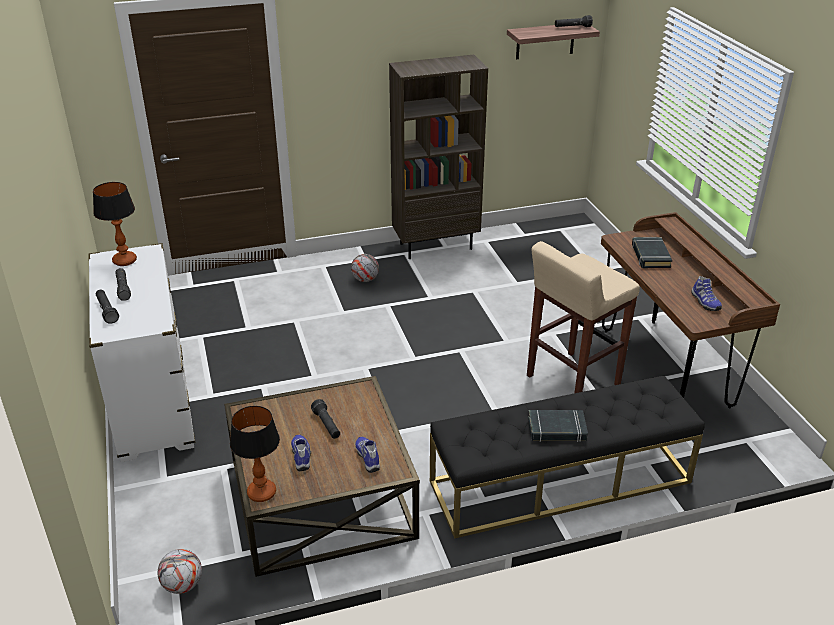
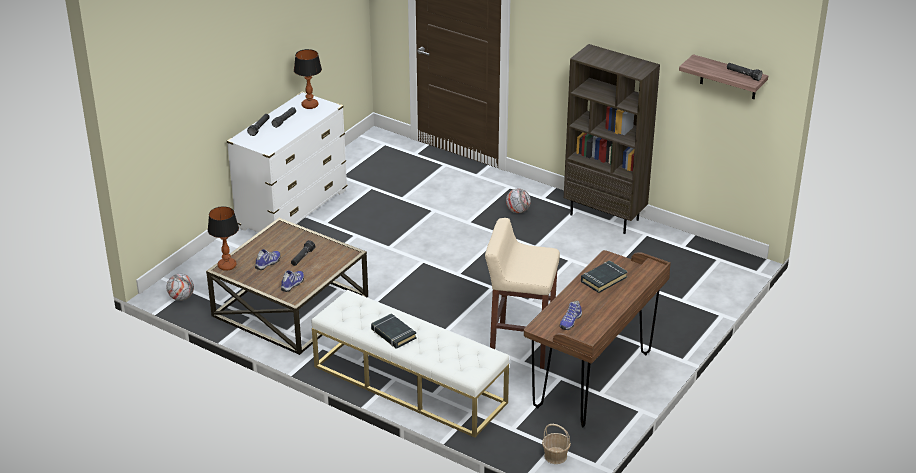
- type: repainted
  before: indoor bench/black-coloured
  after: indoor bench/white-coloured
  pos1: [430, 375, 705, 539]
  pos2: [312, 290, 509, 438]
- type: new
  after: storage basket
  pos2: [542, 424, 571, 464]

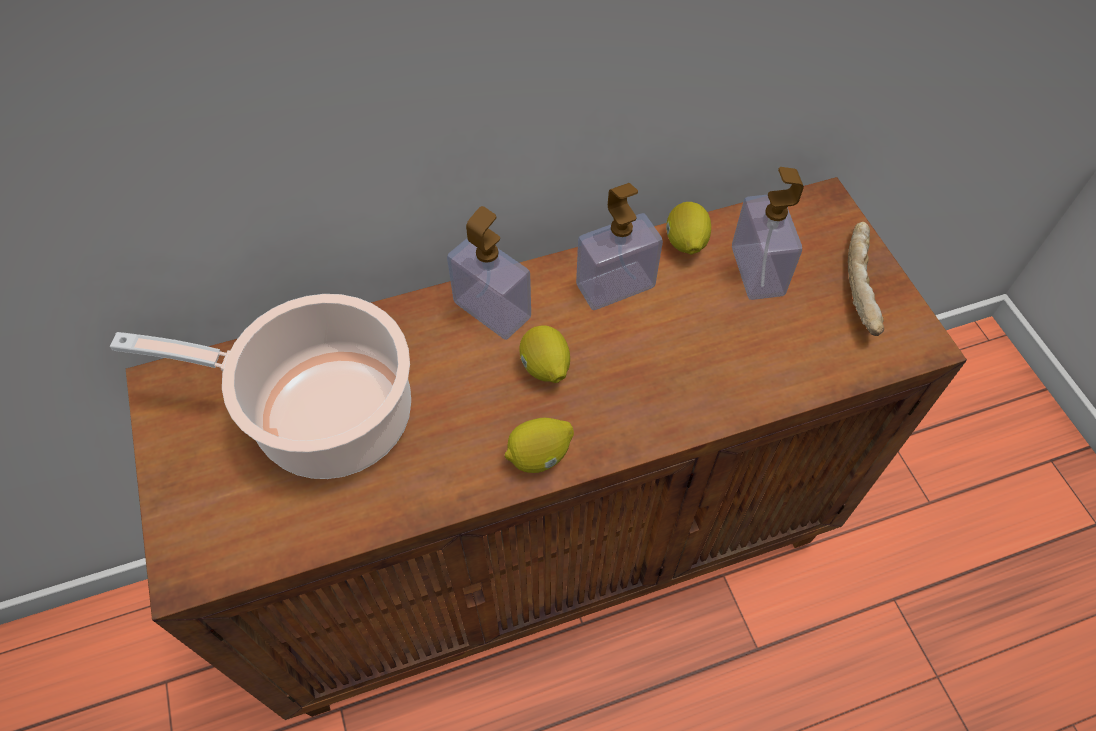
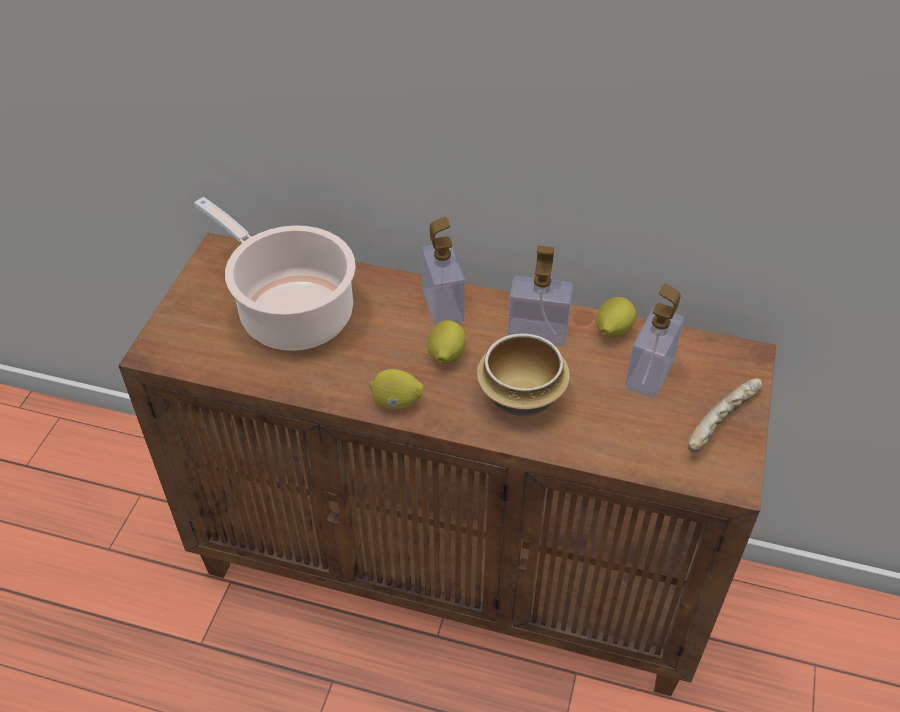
- type: new
  after: bowl
  pos2: [477, 334, 570, 417]

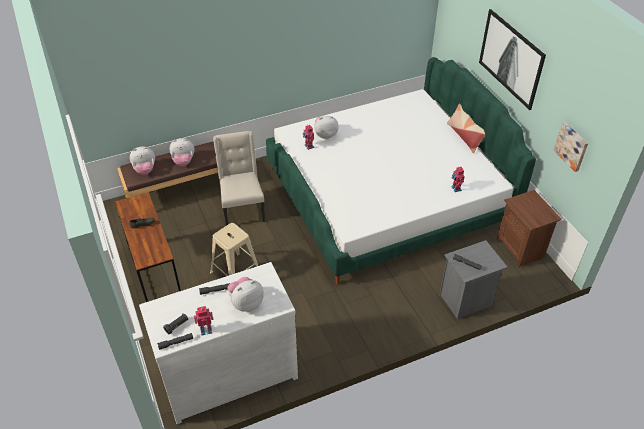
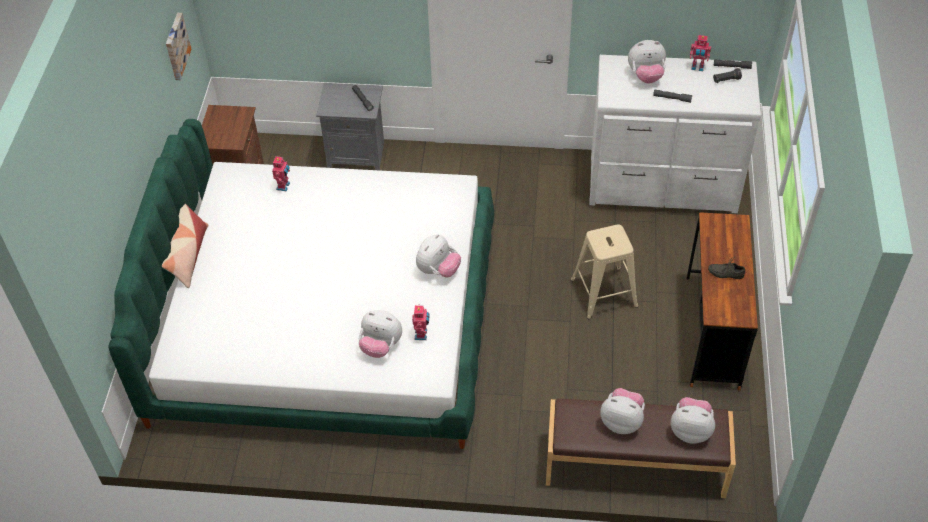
- type: gone
  before: plain chair/beige-coloured
  pos1: [213, 131, 265, 226]
- type: gone
  before: picture
  pos1: [479, 9, 546, 110]
- type: new
  after: plush toy
  pos2: [416, 234, 461, 277]

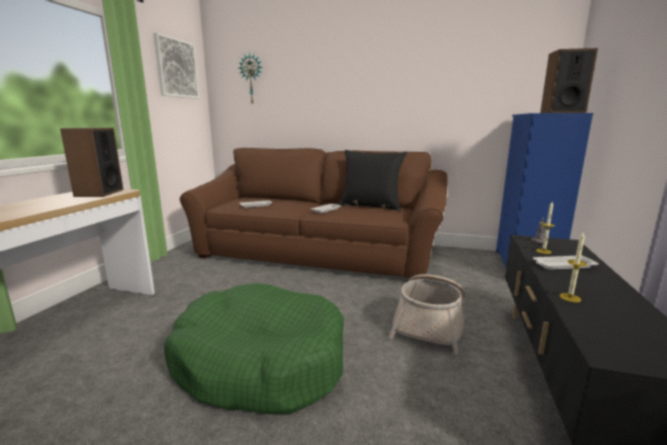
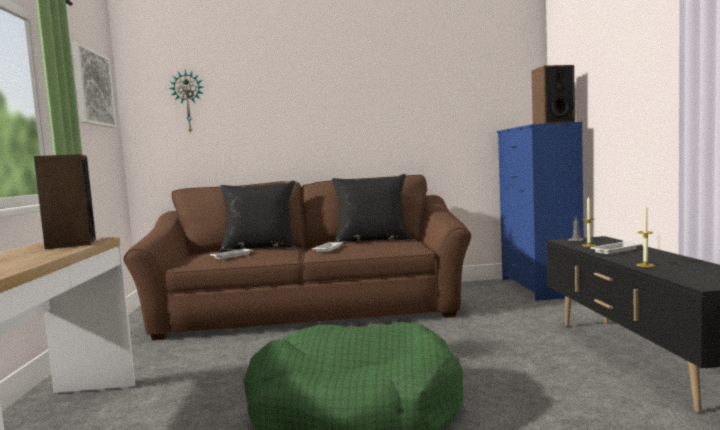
- type: gone
  before: storage basket
  pos1: [388, 274, 466, 355]
- type: new
  after: throw pillow/black-coloured
  pos2: [219, 181, 296, 252]

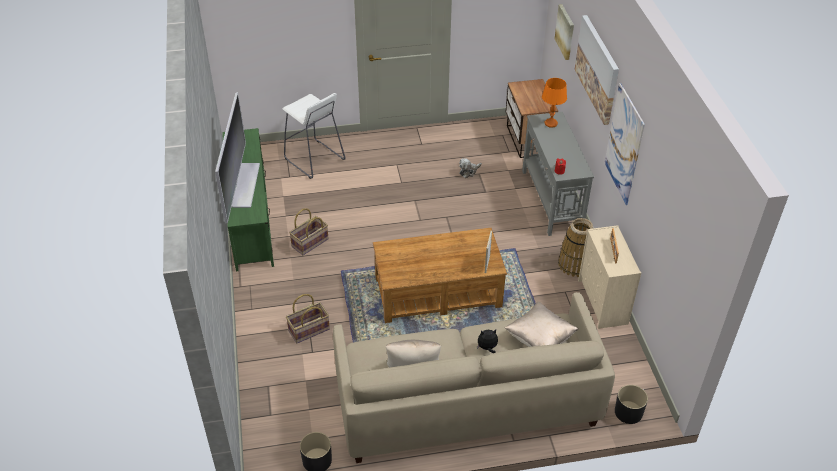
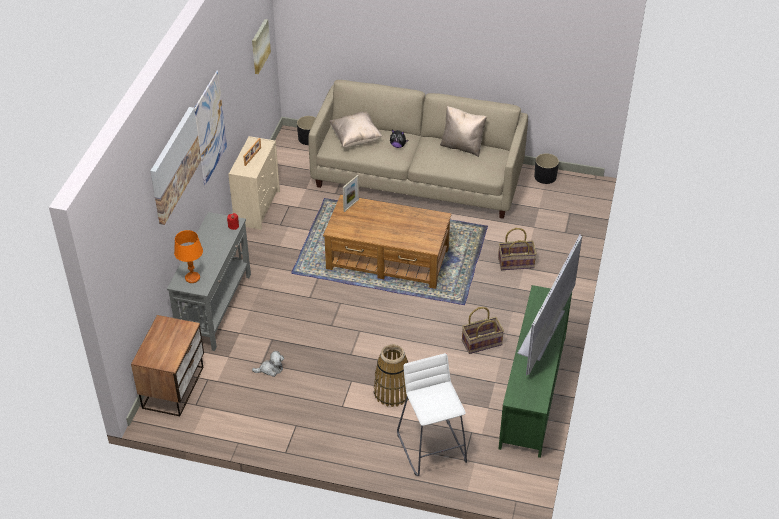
- type: shifted
  before: picture
  pos1: [555, 4, 574, 60]
  pos2: [252, 19, 271, 74]
- type: shifted
  before: storage basket
  pos1: [558, 218, 593, 277]
  pos2: [374, 344, 409, 407]

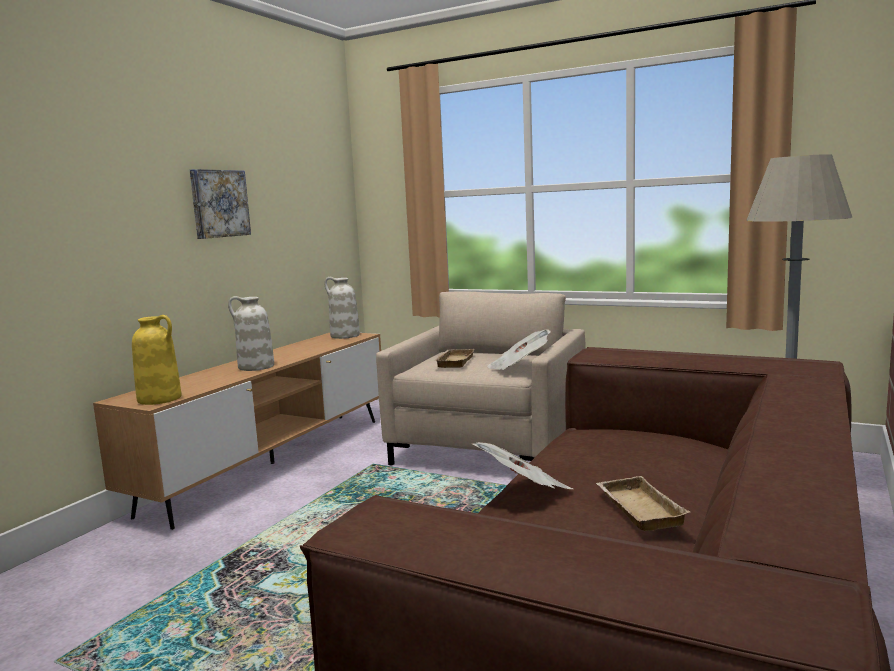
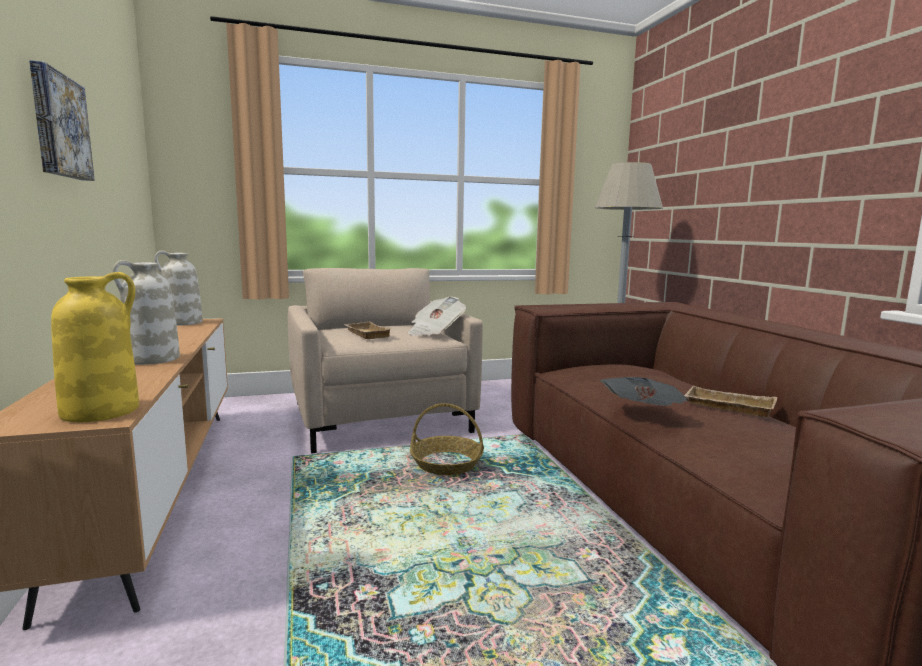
- type: new
  after: storage basket
  pos2: [410, 403, 484, 475]

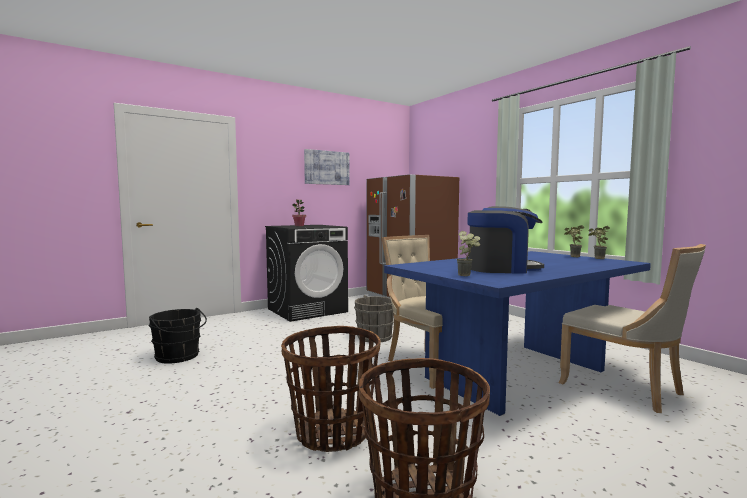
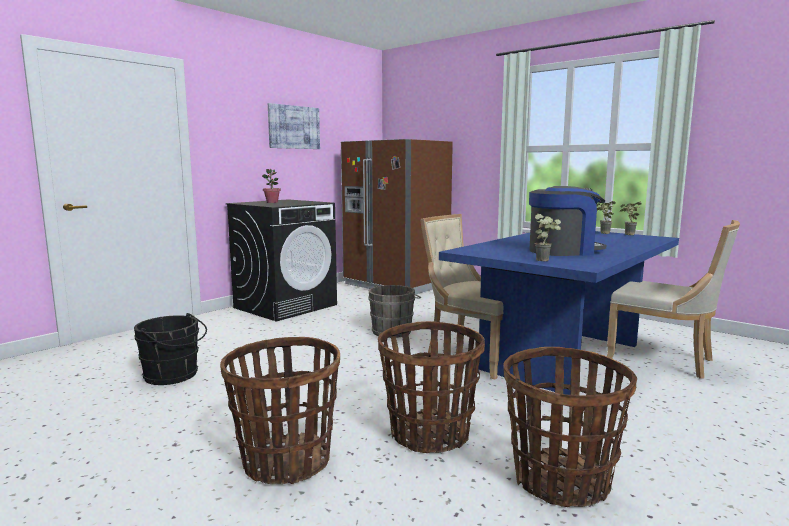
- type: new
  after: storage basket
  pos2: [220, 337, 340, 484]

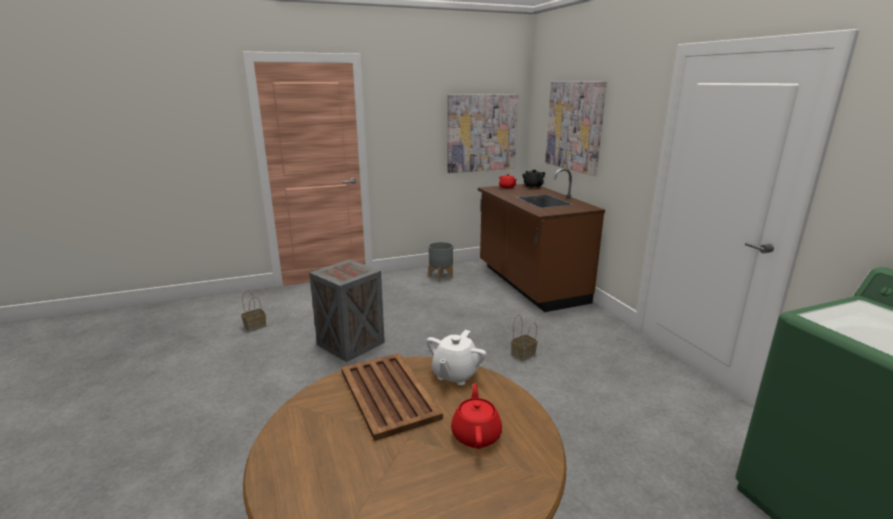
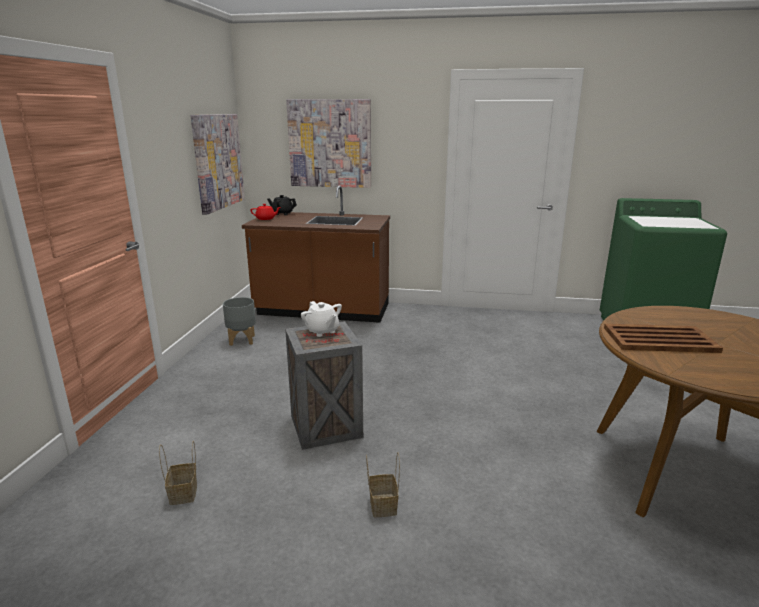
- type: shifted
  before: pot for tea/white-coloured
  pos1: [427, 330, 486, 385]
  pos2: [301, 301, 342, 337]
- type: gone
  before: pot for tea/red
  pos1: [451, 383, 502, 449]
- type: shifted
  before: storage basket
  pos1: [511, 315, 538, 361]
  pos2: [366, 452, 400, 517]

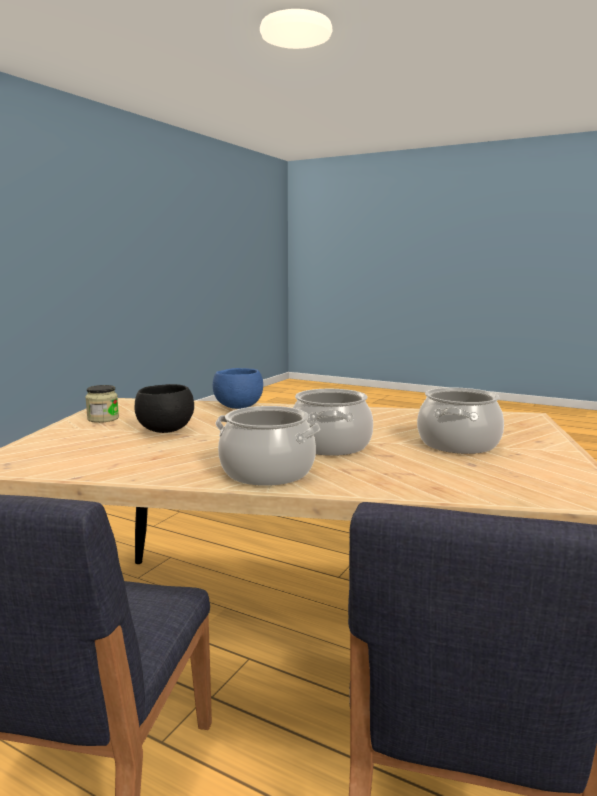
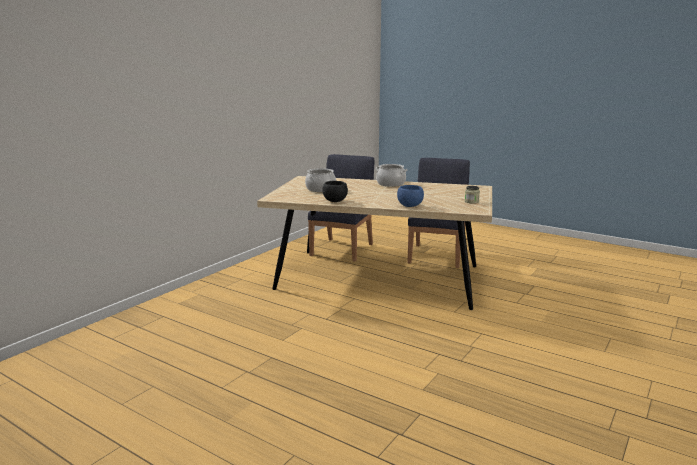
- type: shifted
  before: bowl/black-coloured
  pos1: [135, 384, 194, 433]
  pos2: [322, 181, 348, 202]
- type: gone
  before: stockpot
  pos1: [293, 389, 373, 456]

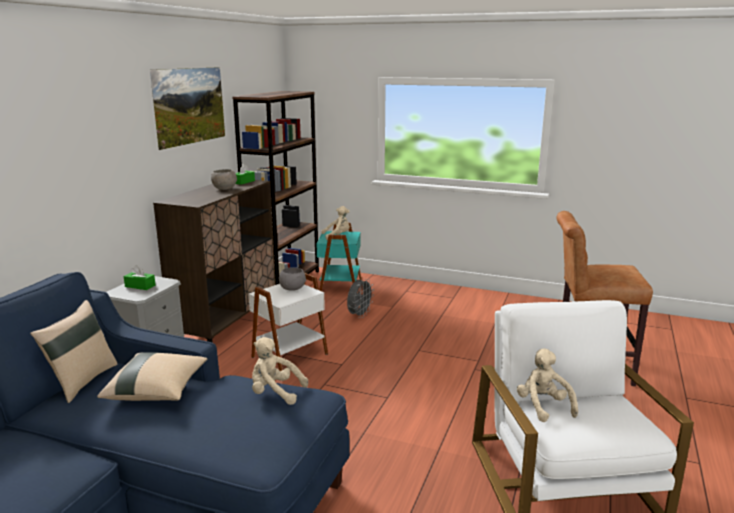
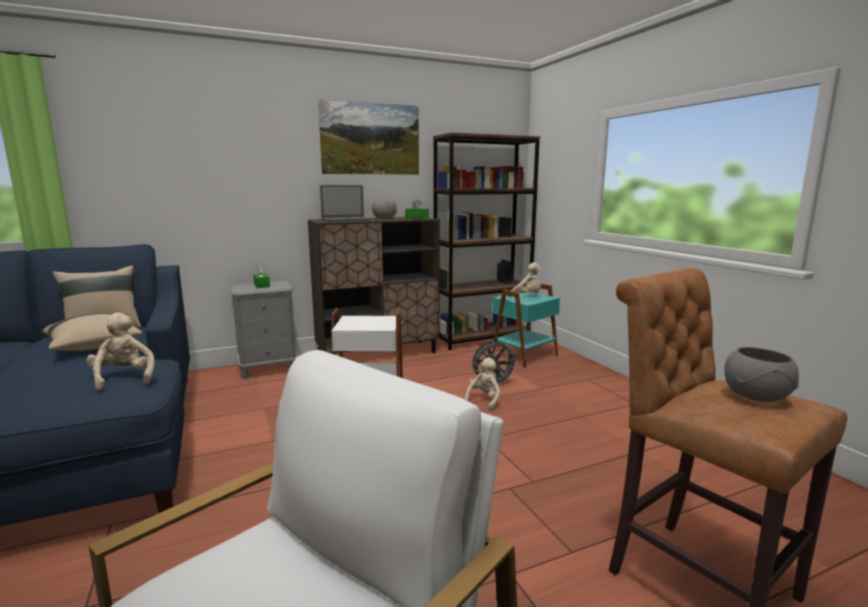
- type: shifted
  before: bowl/greyish
  pos1: [279, 267, 306, 291]
  pos2: [724, 347, 799, 402]
- type: shifted
  before: plush toy/beige-coloured
  pos1: [517, 348, 578, 422]
  pos2: [464, 357, 501, 411]
- type: new
  after: laptop
  pos2: [320, 185, 371, 222]

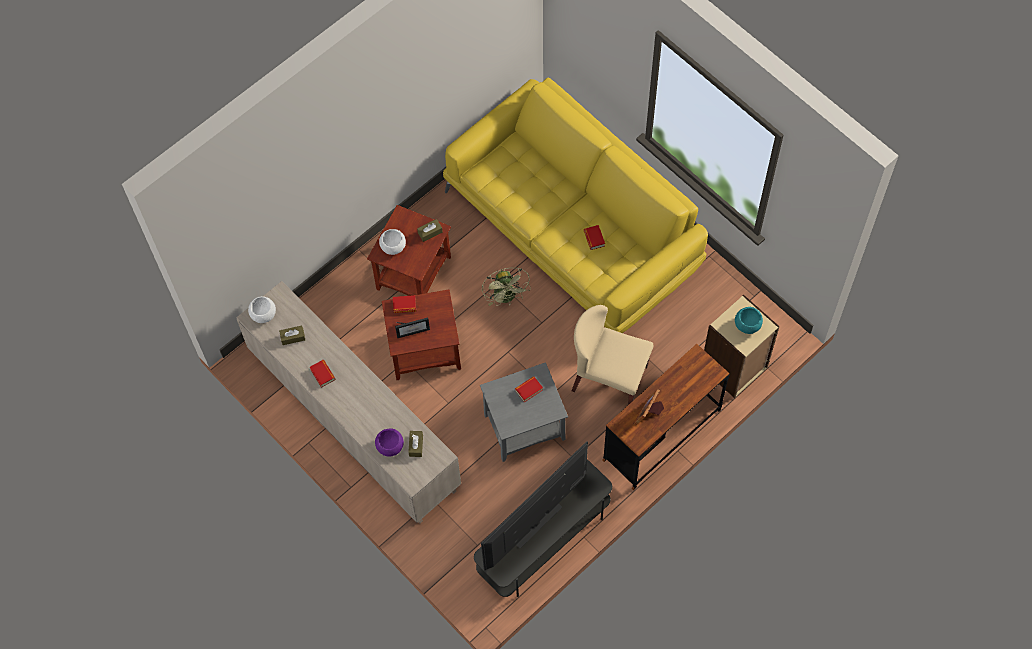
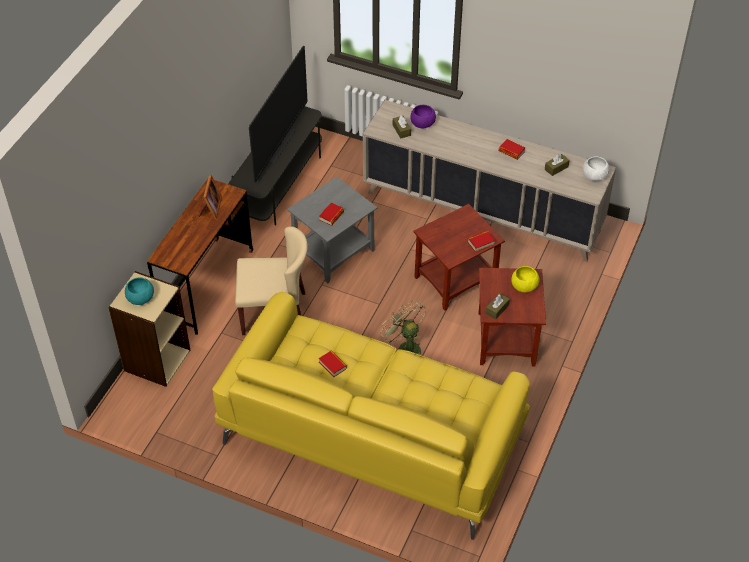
- type: repainted
  before: bowl/white-coloured
  after: bowl/yellowish
  pos1: [379, 229, 406, 255]
  pos2: [511, 266, 539, 292]
- type: gone
  before: standing frame
  pos1: [395, 317, 430, 338]

